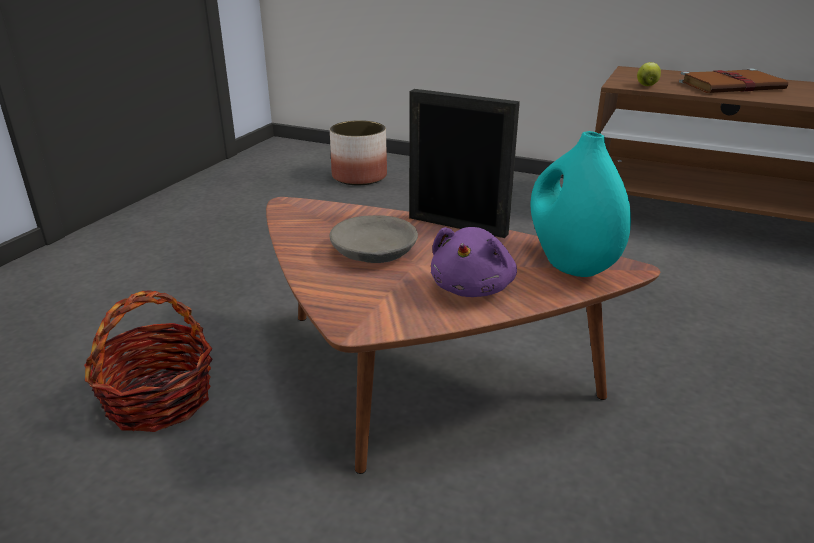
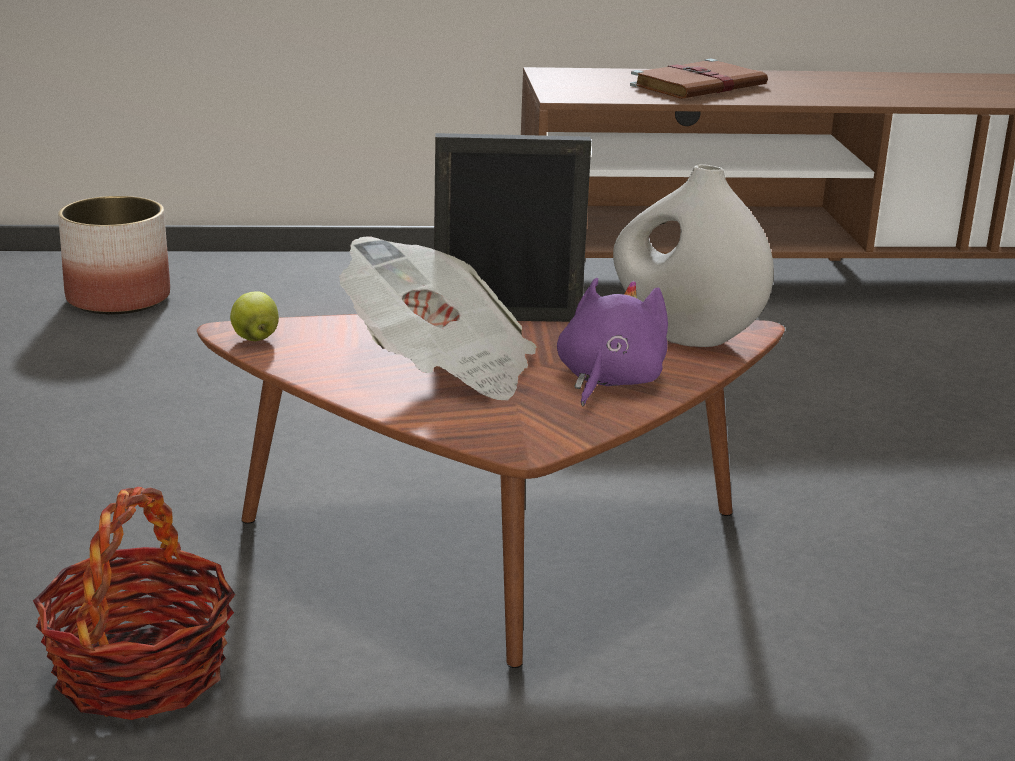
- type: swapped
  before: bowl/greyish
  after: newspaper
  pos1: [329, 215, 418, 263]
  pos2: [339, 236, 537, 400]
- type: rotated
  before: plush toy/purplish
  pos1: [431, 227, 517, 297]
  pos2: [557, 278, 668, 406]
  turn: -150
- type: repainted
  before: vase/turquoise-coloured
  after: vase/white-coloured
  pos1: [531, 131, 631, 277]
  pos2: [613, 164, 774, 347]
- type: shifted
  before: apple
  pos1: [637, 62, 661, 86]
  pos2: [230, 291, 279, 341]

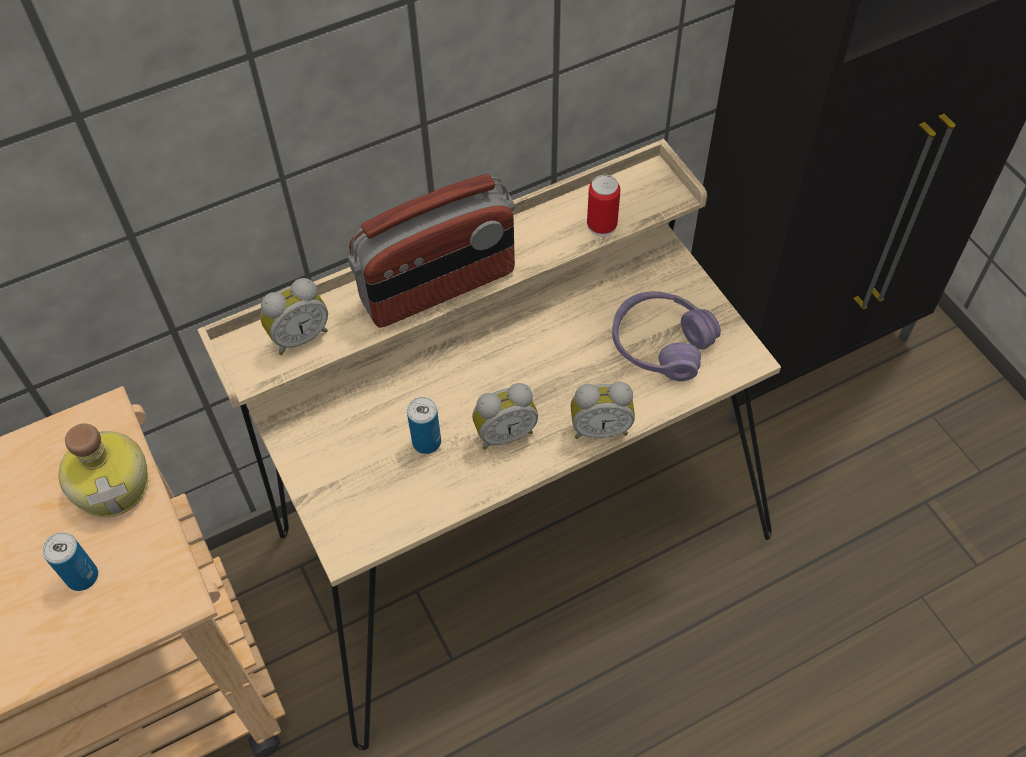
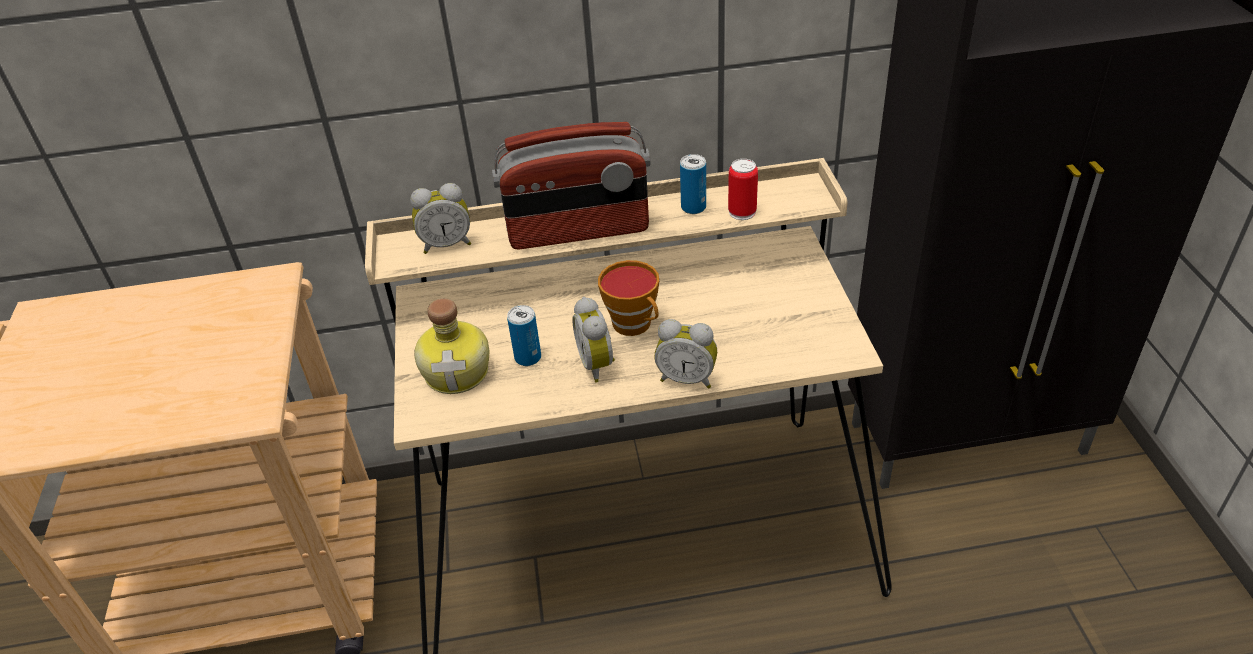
- type: shifted
  before: metal can
  pos1: [42, 532, 98, 591]
  pos2: [680, 154, 706, 214]
- type: shifted
  before: bottle
  pos1: [59, 423, 148, 517]
  pos2: [414, 298, 489, 394]
- type: rotated
  before: bedside clock
  pos1: [472, 383, 538, 450]
  pos2: [572, 297, 615, 383]
  turn: 75
- type: gone
  before: headphones/purplish
  pos1: [612, 291, 721, 381]
- type: new
  after: cup
  pos2: [598, 260, 659, 336]

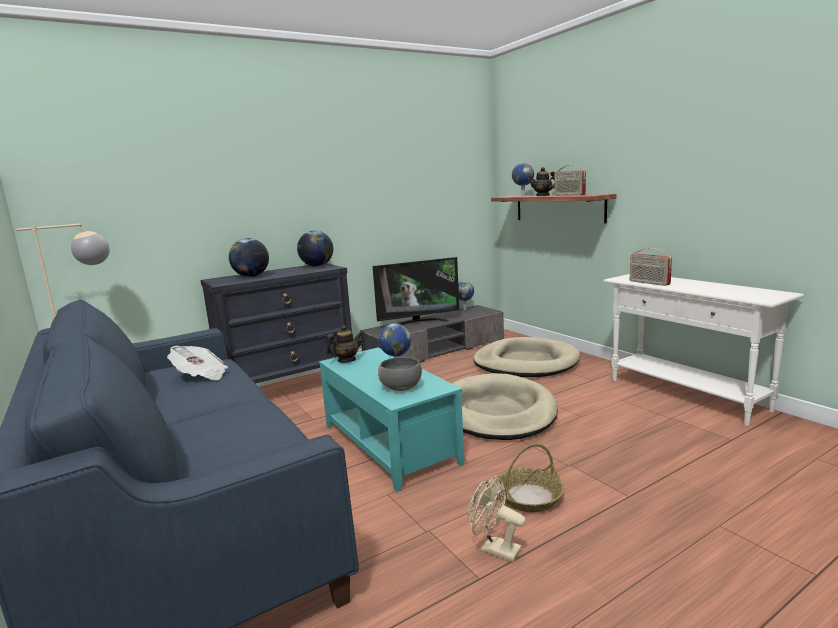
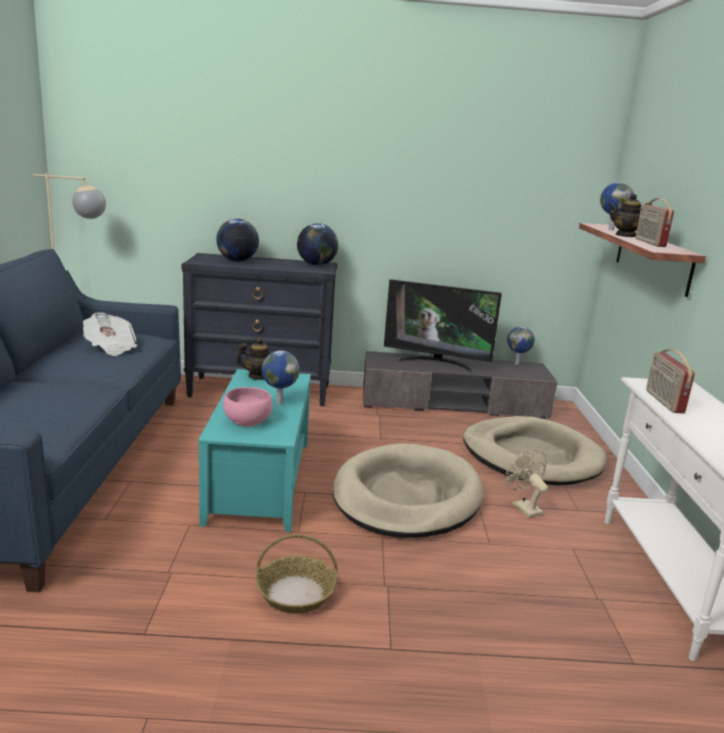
- type: repainted
  before: bowl/greyish
  after: bowl/pink-coloured
  pos1: [378, 357, 422, 391]
  pos2: [223, 387, 273, 427]
- type: shifted
  before: cooling fan/beige-coloured
  pos1: [468, 475, 526, 562]
  pos2: [505, 450, 548, 518]

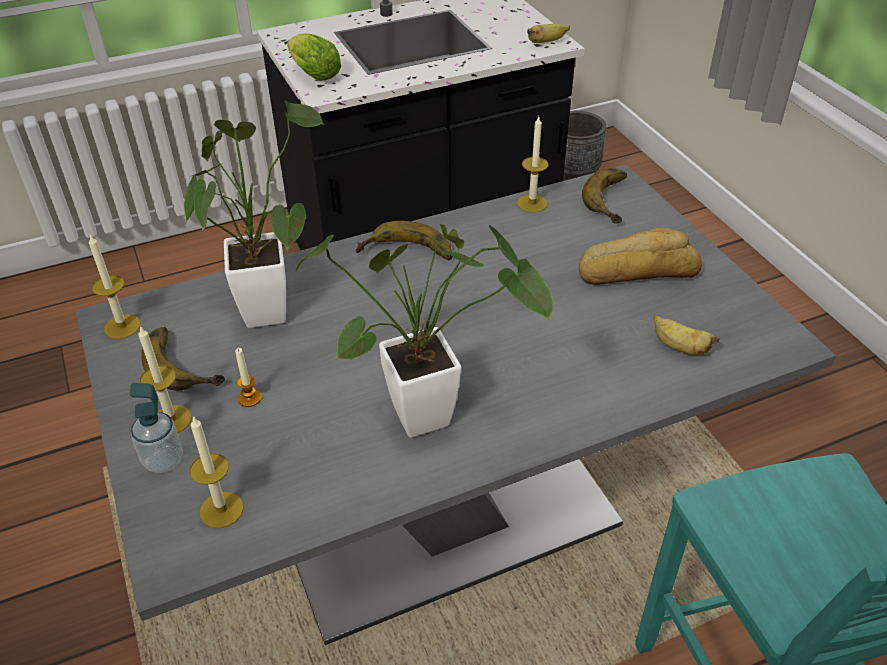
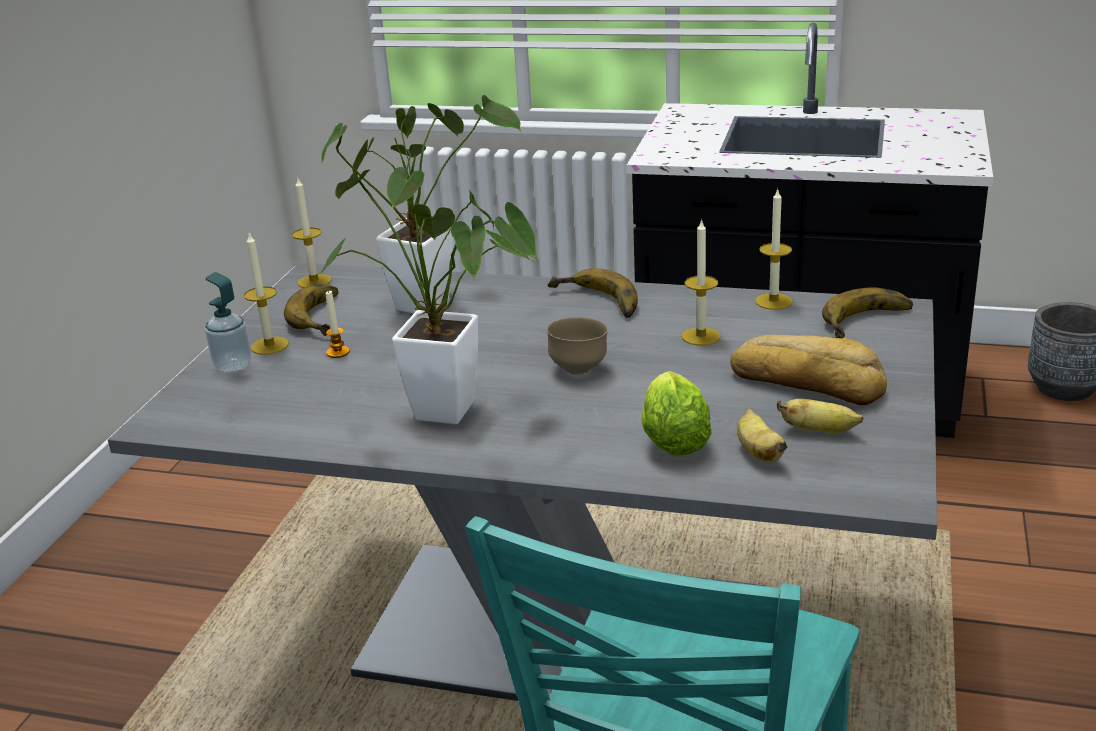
- type: shifted
  before: wax candle
  pos1: [189, 416, 244, 528]
  pos2: [682, 218, 721, 346]
- type: shifted
  before: lettuce head
  pos1: [287, 34, 341, 81]
  pos2: [642, 371, 712, 456]
- type: shifted
  before: whole banana
  pos1: [527, 23, 570, 43]
  pos2: [777, 399, 863, 433]
- type: new
  after: bowl/brown
  pos2: [547, 317, 608, 374]

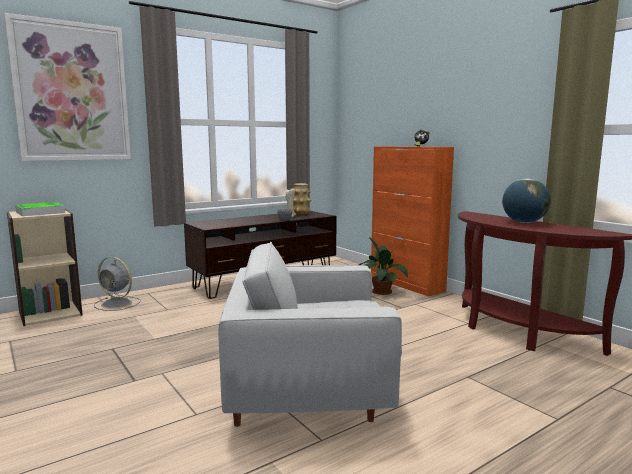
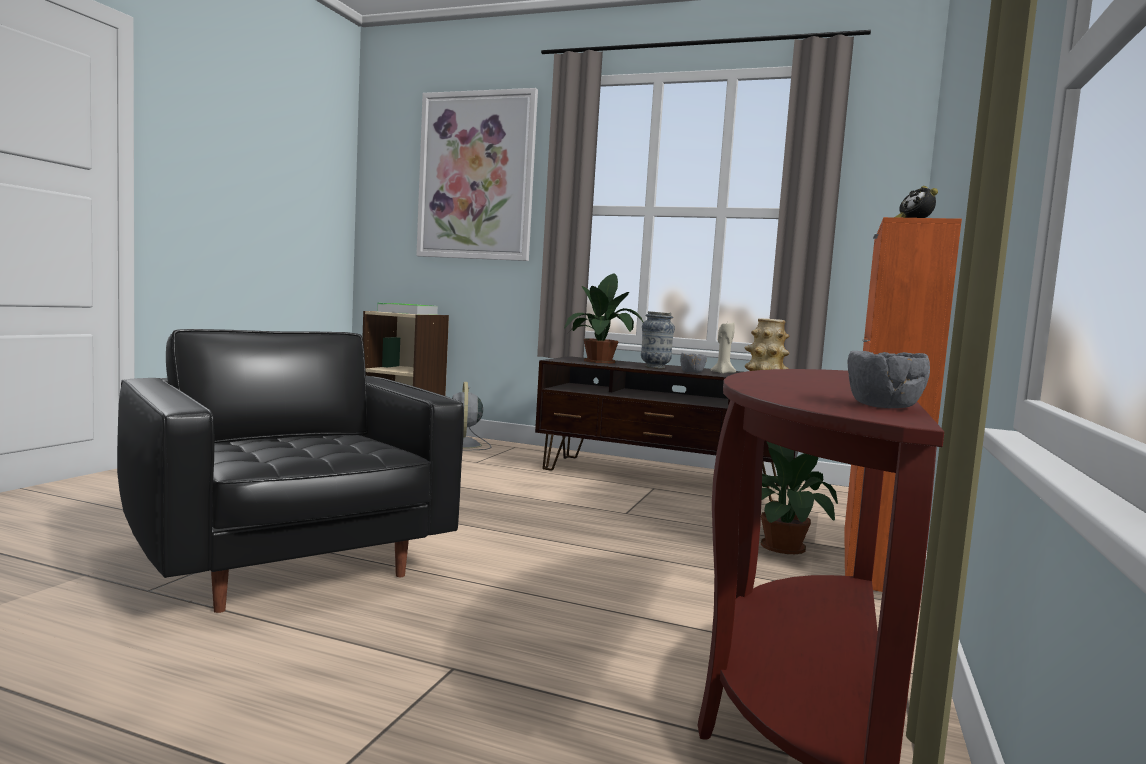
- type: repainted
  before: lounge chair/white-coloured
  after: lounge chair/black-coloured
  pos1: [218, 242, 402, 427]
  pos2: [117, 329, 464, 613]
- type: gone
  before: desk globe
  pos1: [502, 178, 551, 223]
- type: new
  after: houseplant
  pos2: [564, 274, 643, 363]
- type: new
  after: vase
  pos2: [641, 311, 675, 369]
- type: new
  after: bowl/greyish
  pos2: [848, 351, 930, 408]

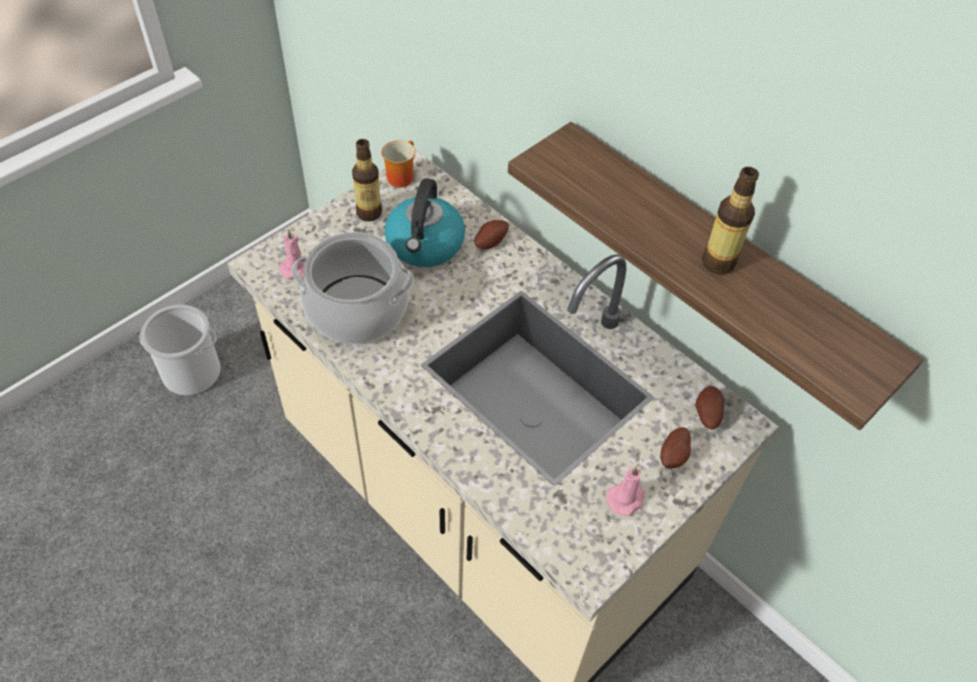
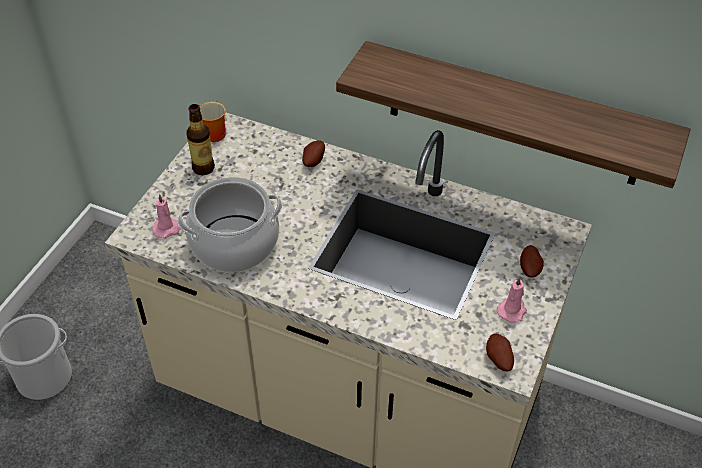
- type: gone
  before: water kettle
  pos1: [384, 178, 465, 267]
- type: shifted
  before: potato
  pos1: [696, 386, 725, 430]
  pos2: [486, 333, 514, 371]
- type: gone
  before: bottle
  pos1: [702, 167, 759, 275]

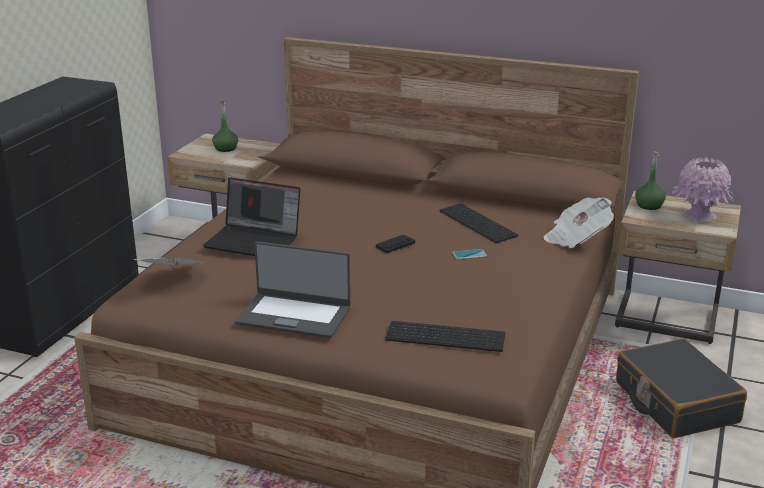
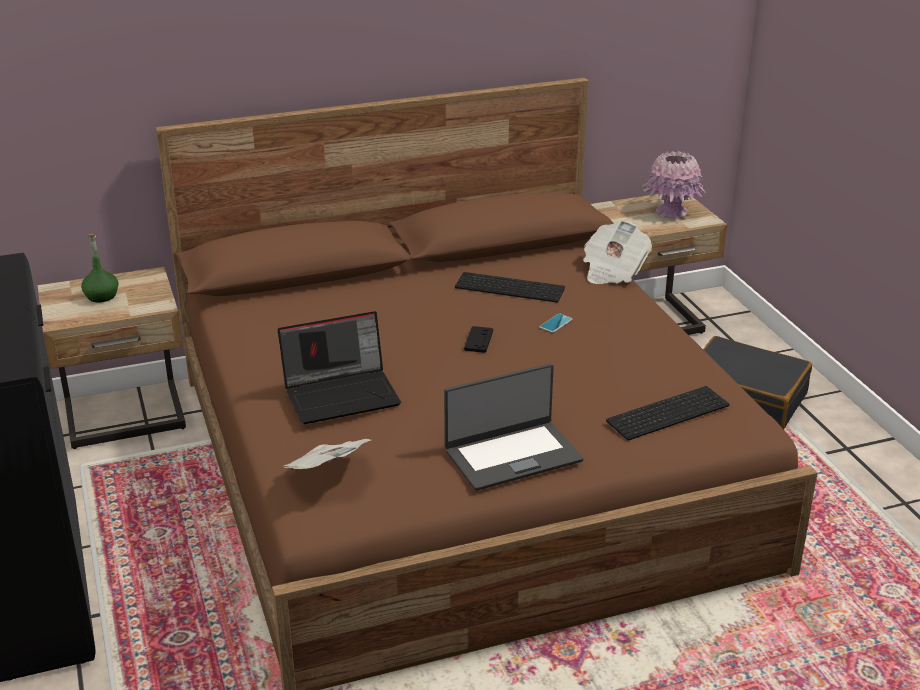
- type: gone
  before: bottle/green-coloured
  pos1: [635, 151, 666, 210]

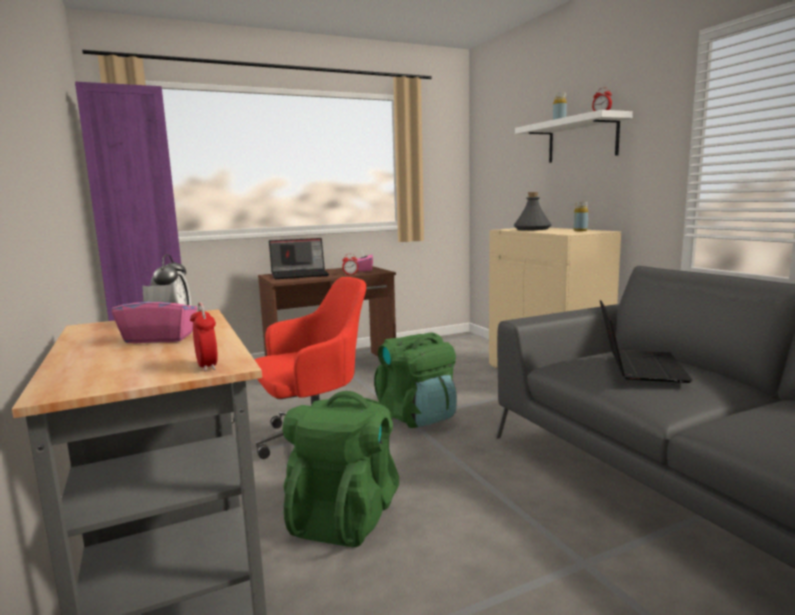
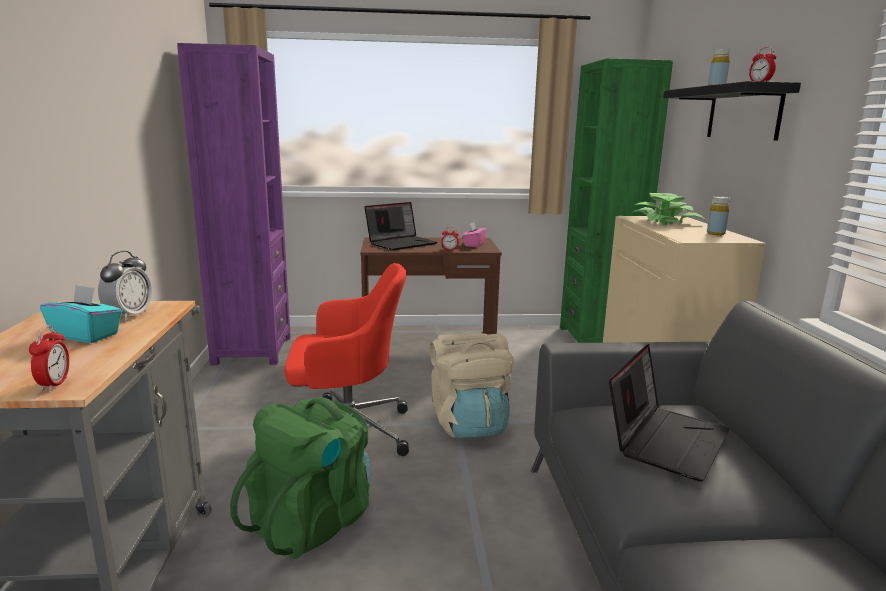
- type: repainted
  before: tissue holder/pink-coloured
  after: tissue holder/turquoise-coloured
  pos1: [112, 285, 197, 343]
  pos2: [40, 285, 123, 343]
- type: rotated
  before: laptop
  pos1: [269, 238, 329, 279]
  pos2: [364, 202, 437, 250]
  turn: -45
- type: repainted
  before: backpack/green-coloured
  after: backpack/beige-coloured
  pos1: [374, 332, 457, 428]
  pos2: [430, 333, 514, 438]
- type: swapped
  before: bottle/greyish
  after: houseplant
  pos1: [513, 192, 552, 230]
  pos2: [632, 193, 706, 225]
- type: repainted
  before: shelf/white-coloured
  after: shelf/black-coloured
  pos1: [515, 110, 633, 163]
  pos2: [663, 81, 801, 141]
- type: new
  after: bookcase/green-coloured
  pos2: [560, 58, 673, 343]

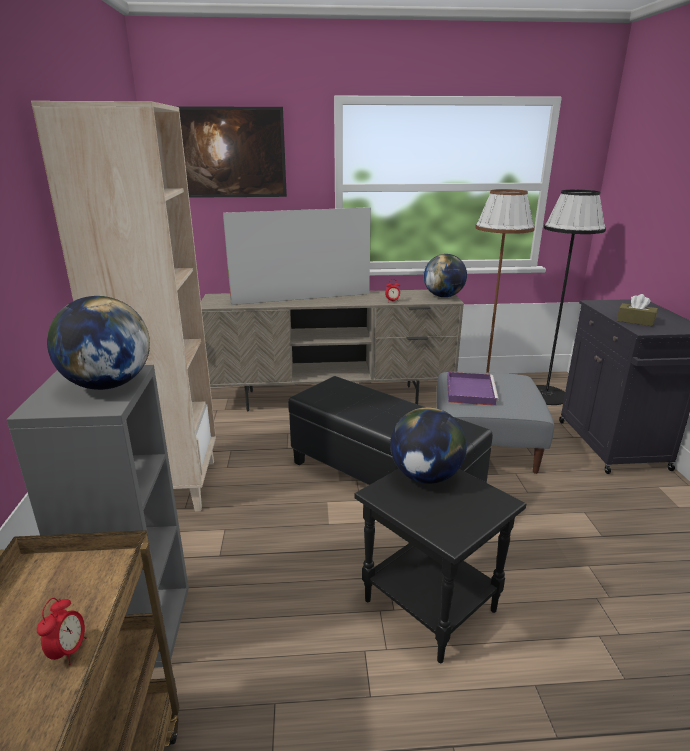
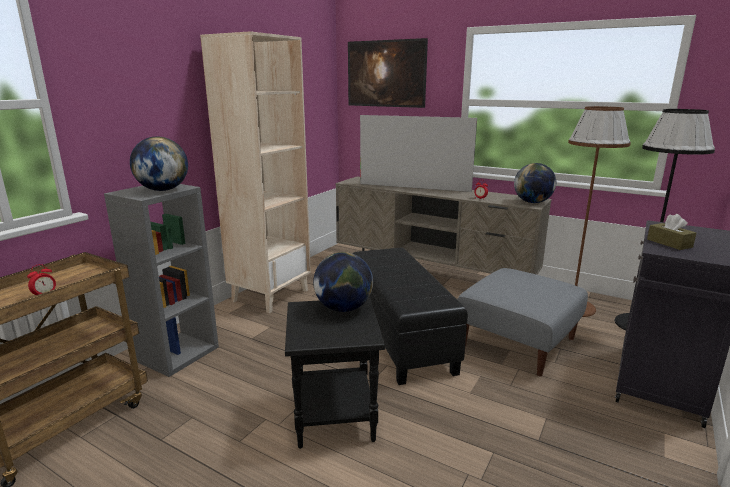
- type: gone
  before: tray/purplish
  pos1: [447, 372, 499, 406]

